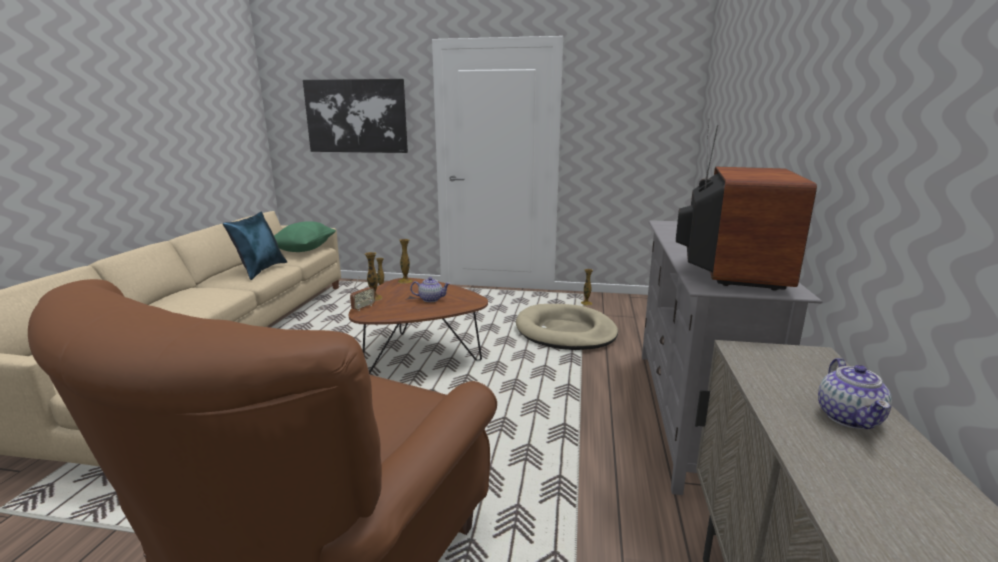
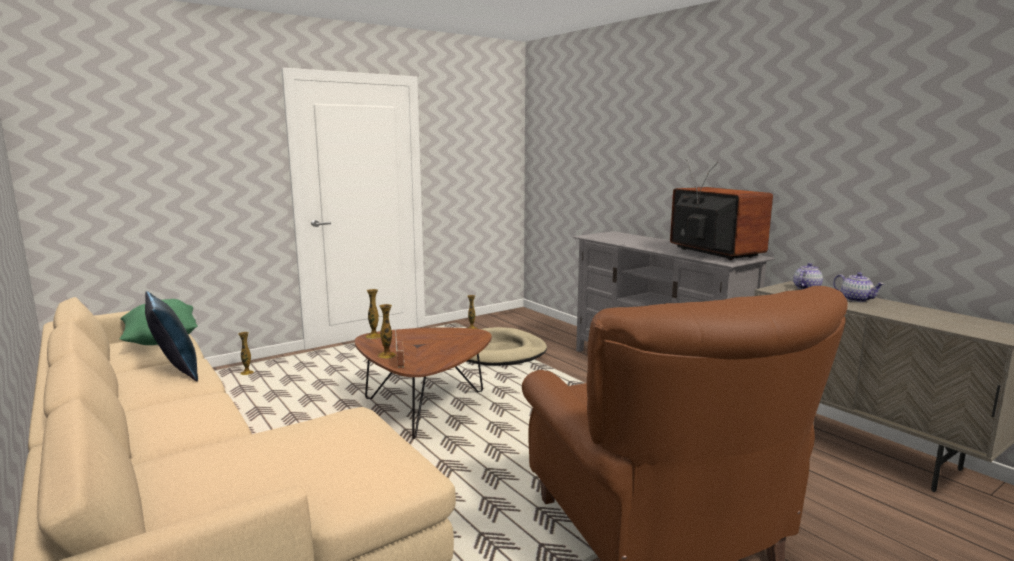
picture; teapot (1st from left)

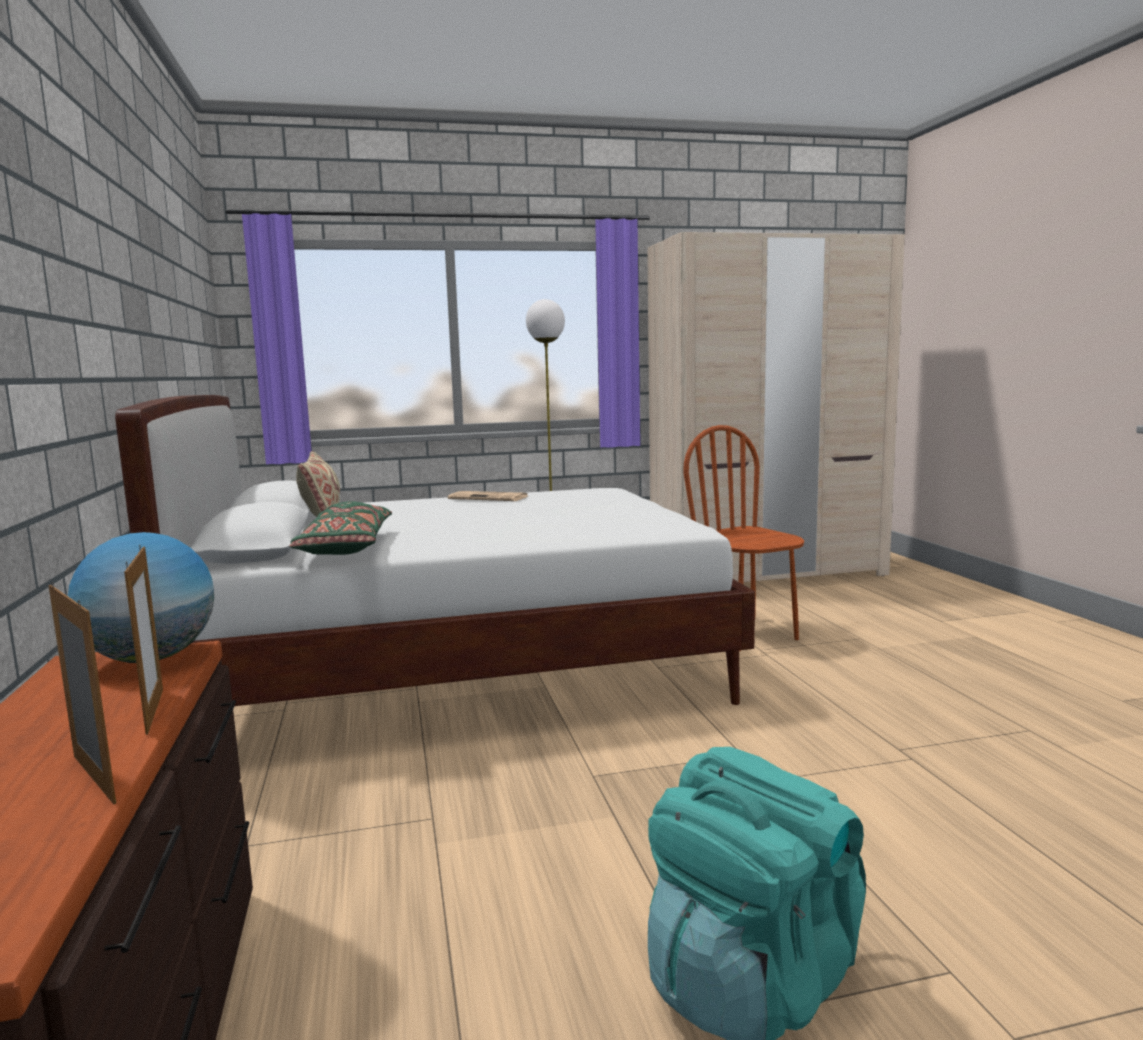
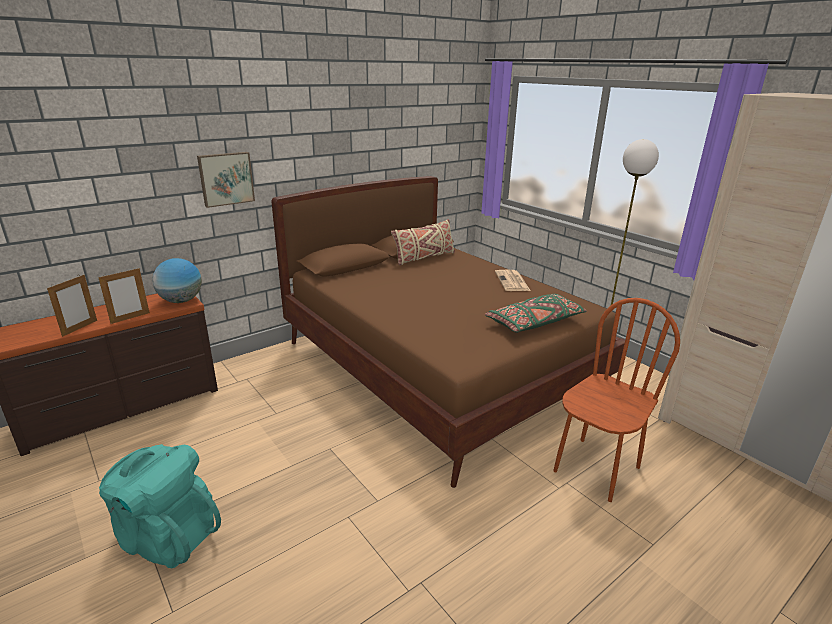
picture; green_pillow; brown_bed

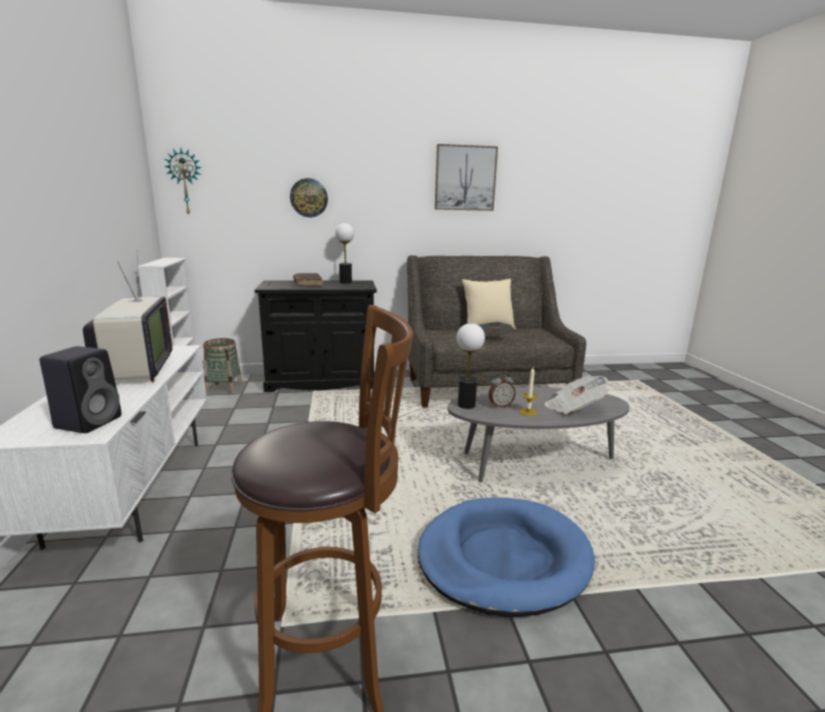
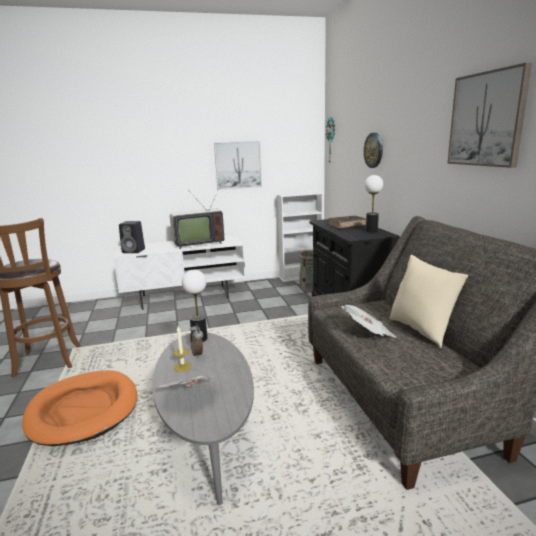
picture (1st from left); orange_dog_bed

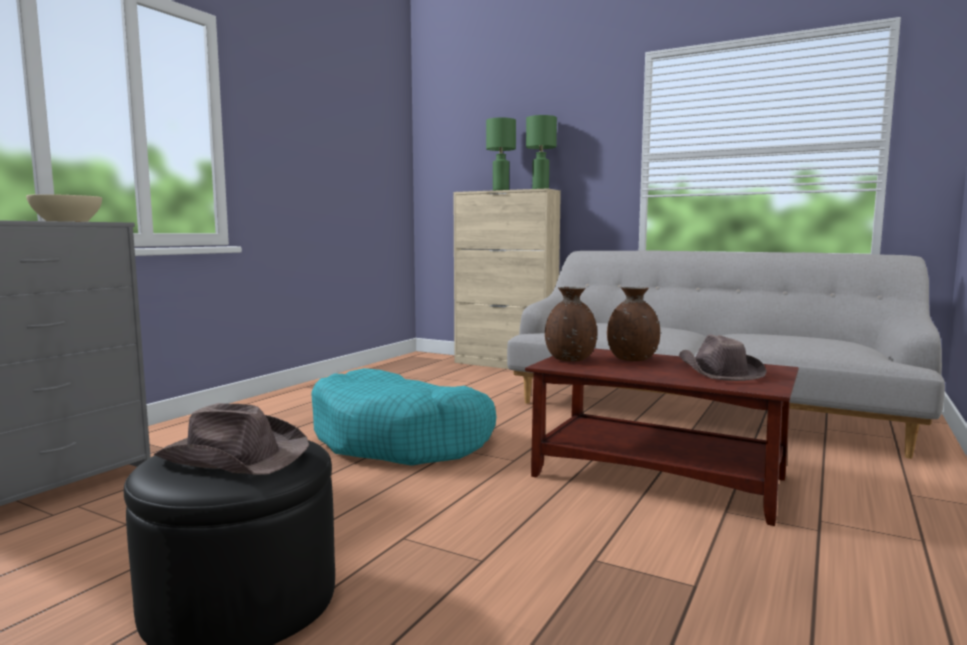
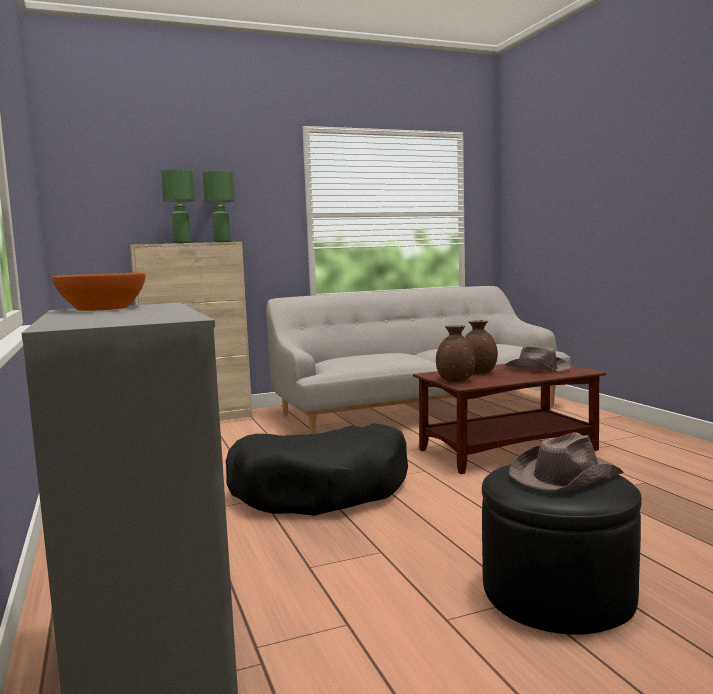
orange_bowl; black_dog_bed

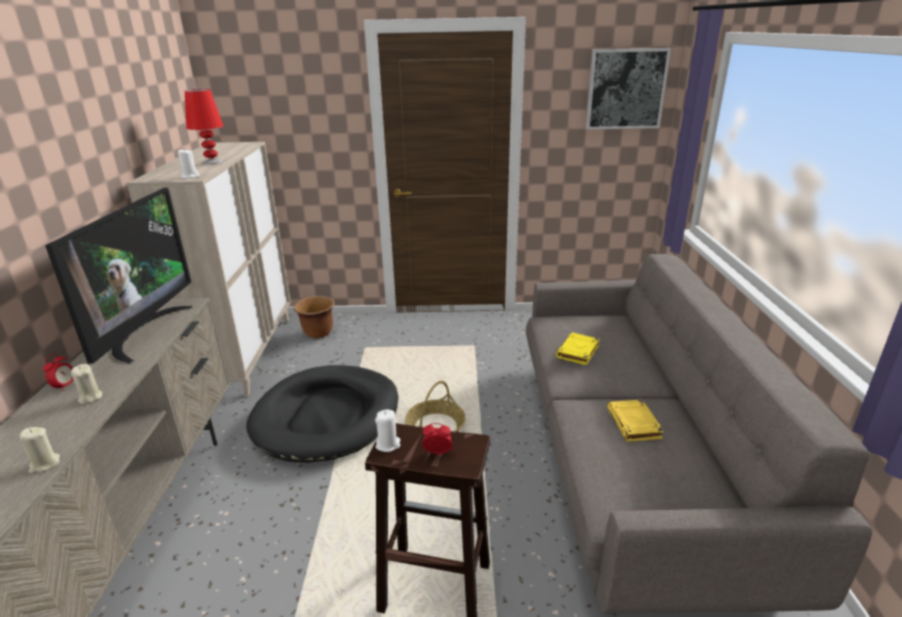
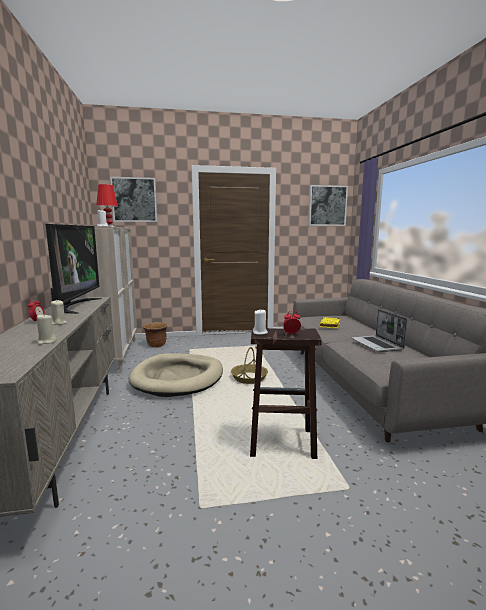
picture (1st from left); laptop; beige_dog_bed

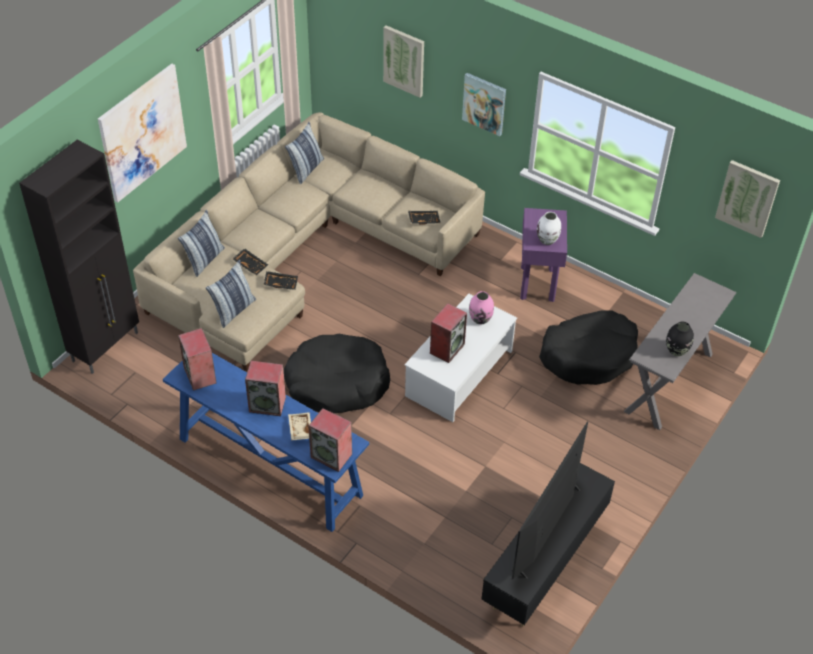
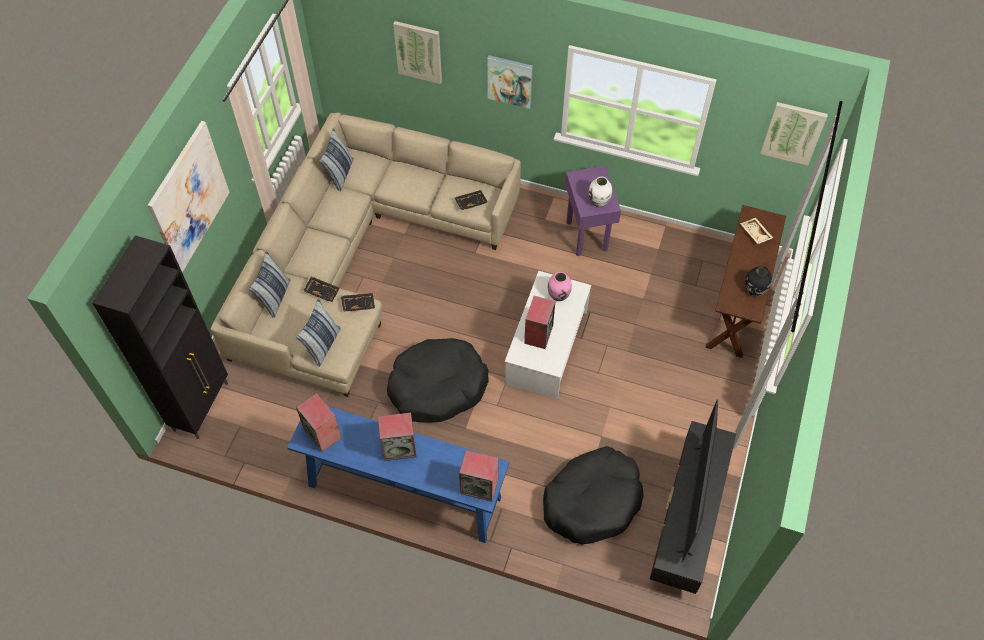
beige_tray; black_dog_bed (2nd from left); brown_console_table

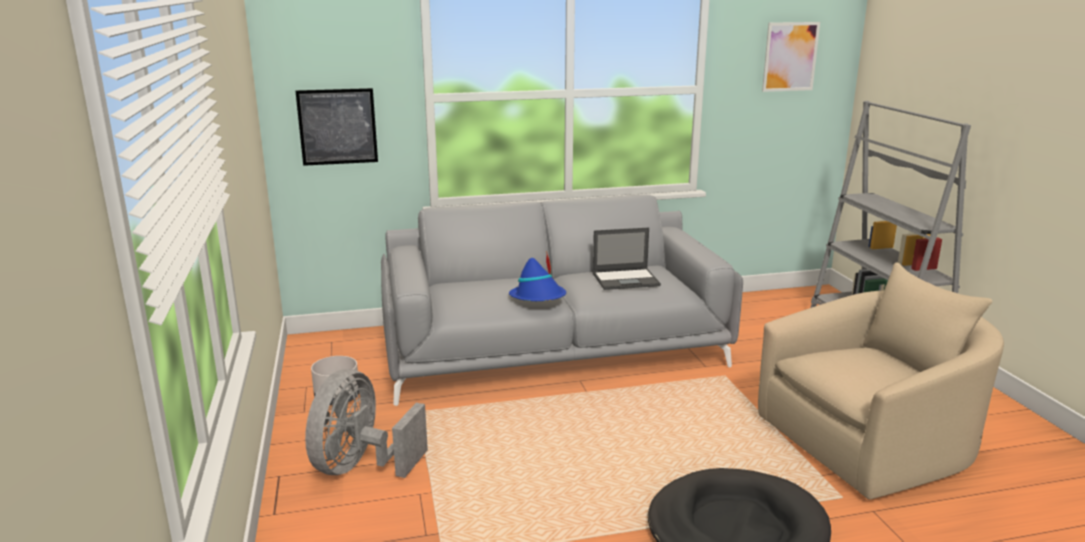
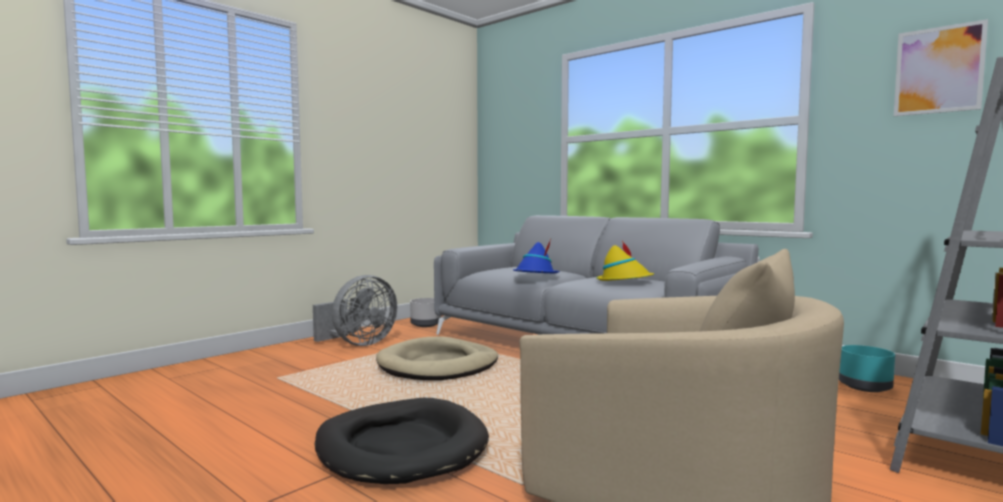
picture (1st from left in the first image); beige_dog_bed; turquoise_planter; yellow_hat; grey_fan

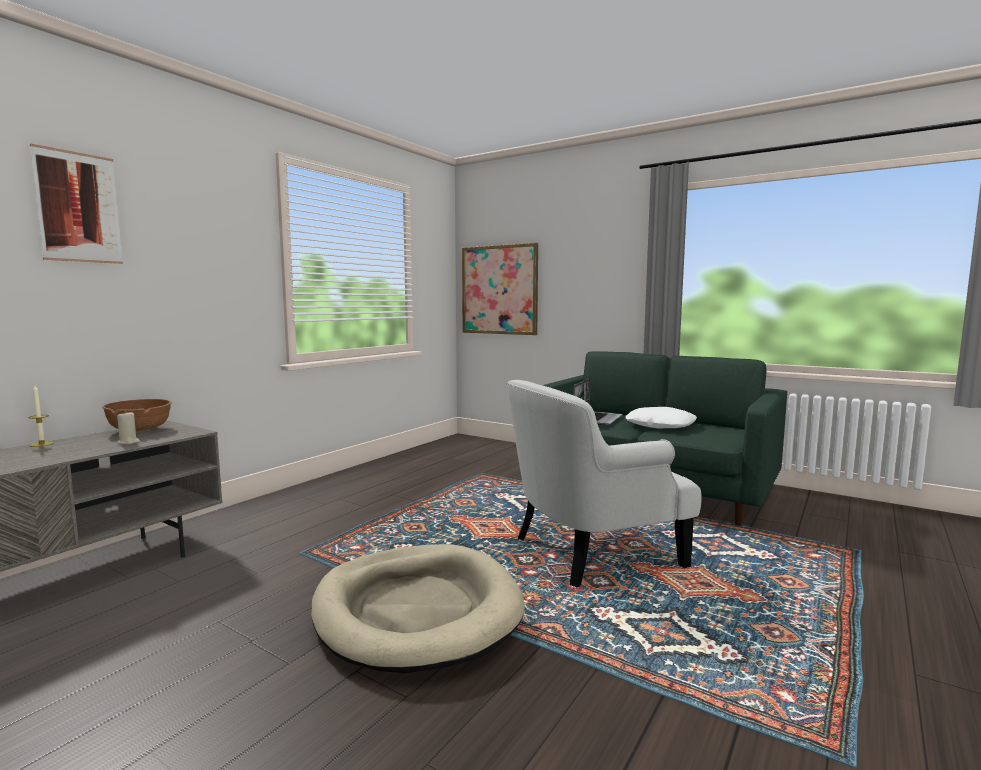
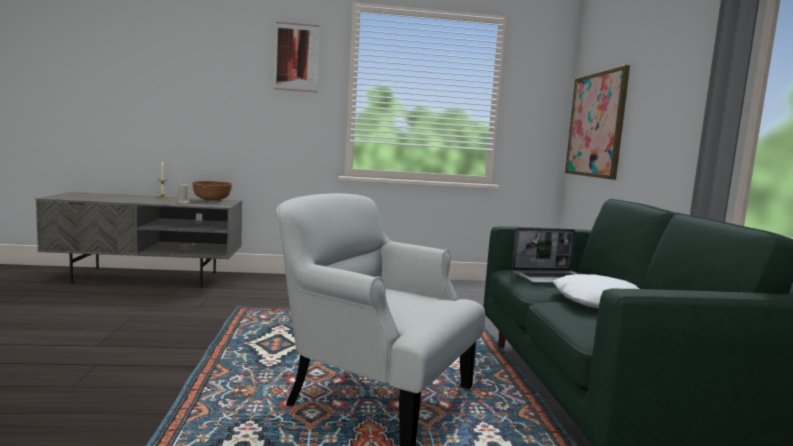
beige_dog_bed; picture (1st from left)

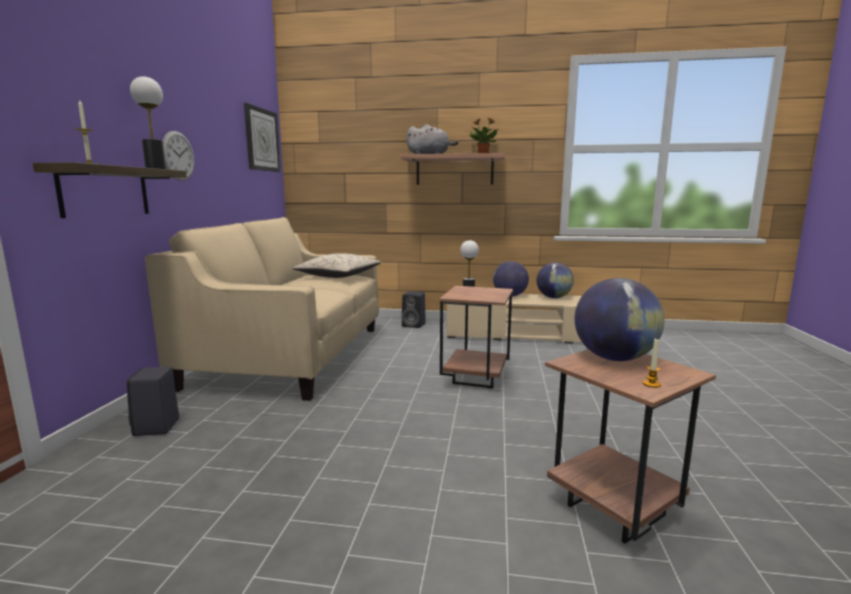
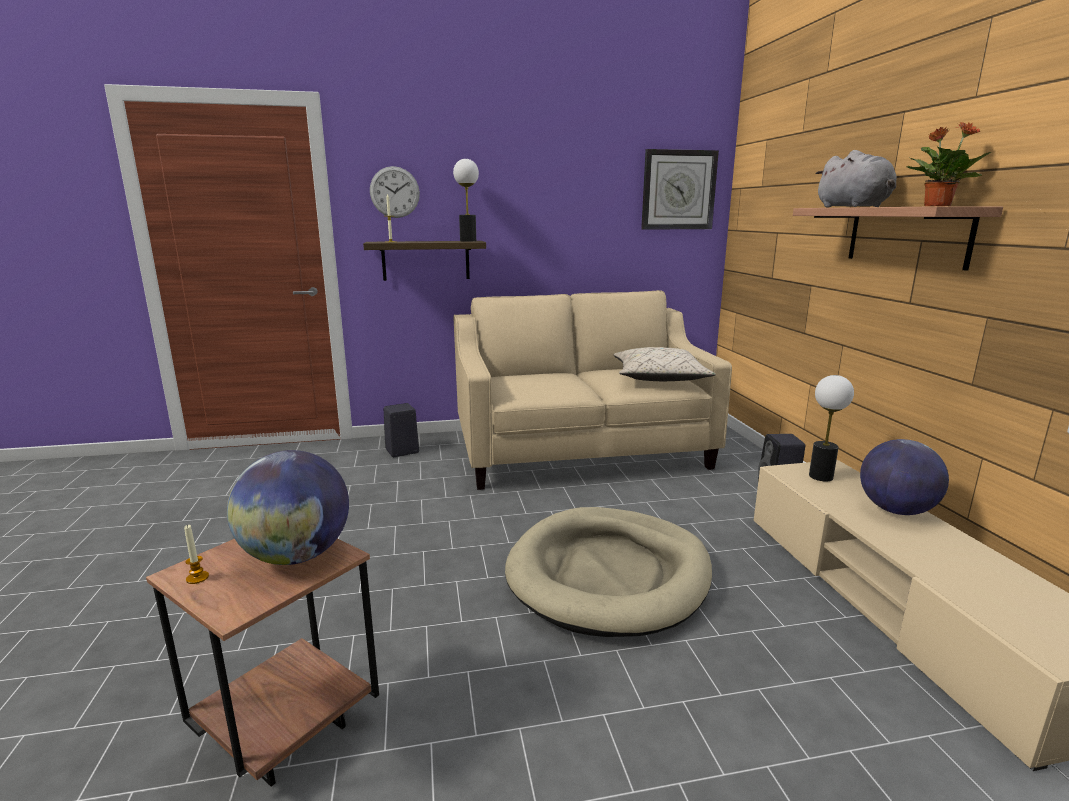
globe (2nd from left in the first image); wall_clock (1st from left); beige_dog_bed

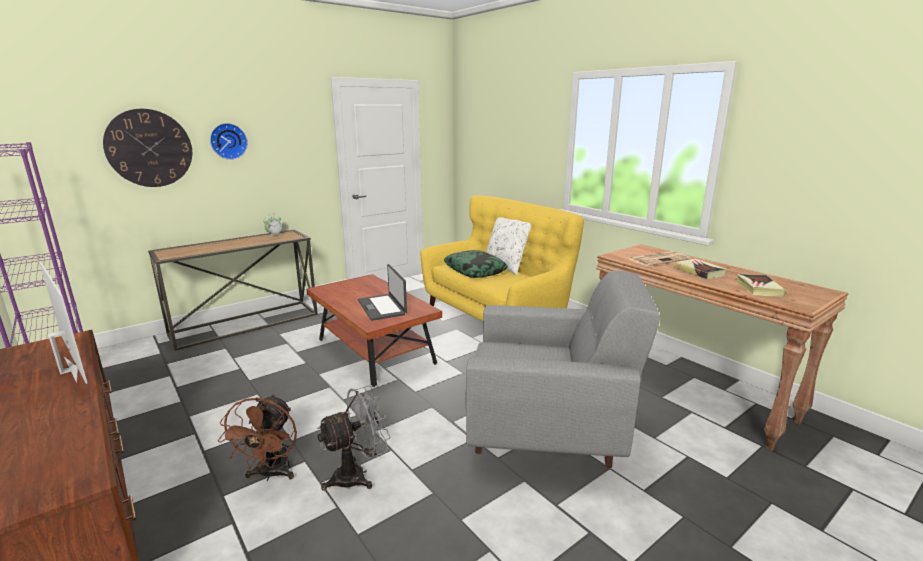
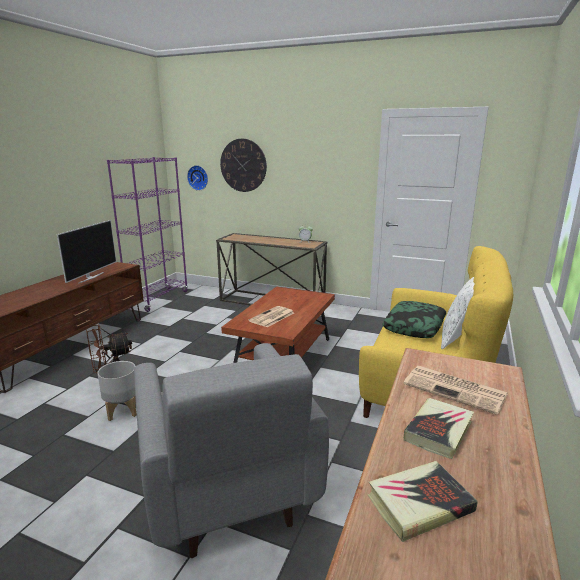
wall_clock (1st from left); grey_planter; newspaper (1st from left)

